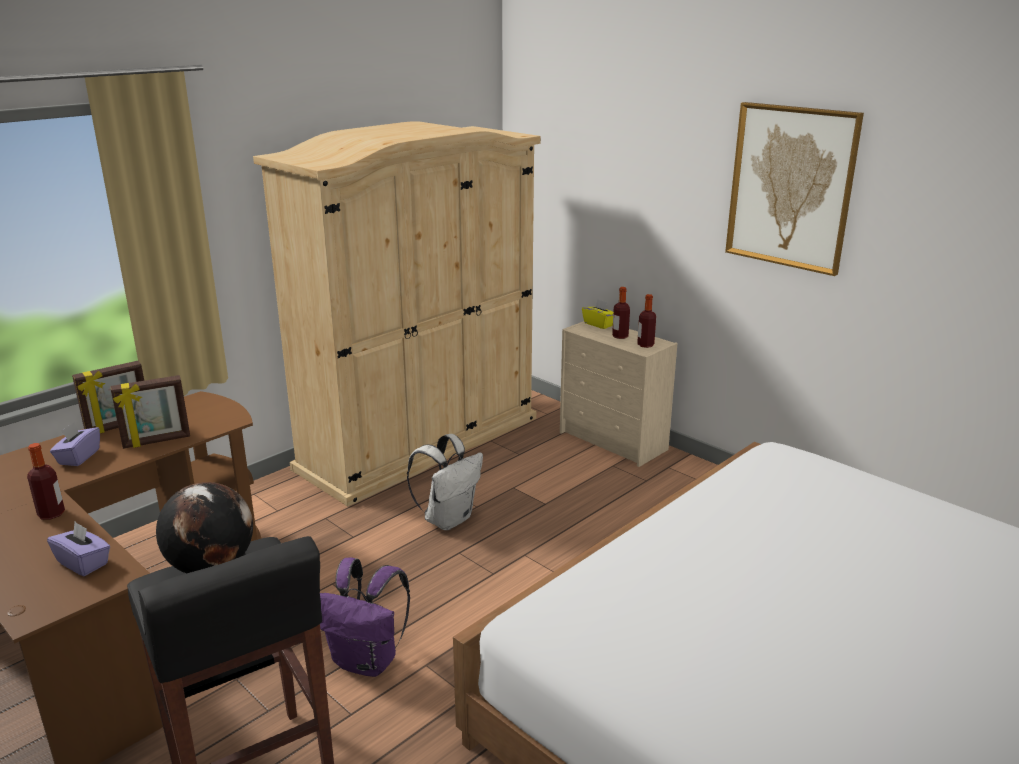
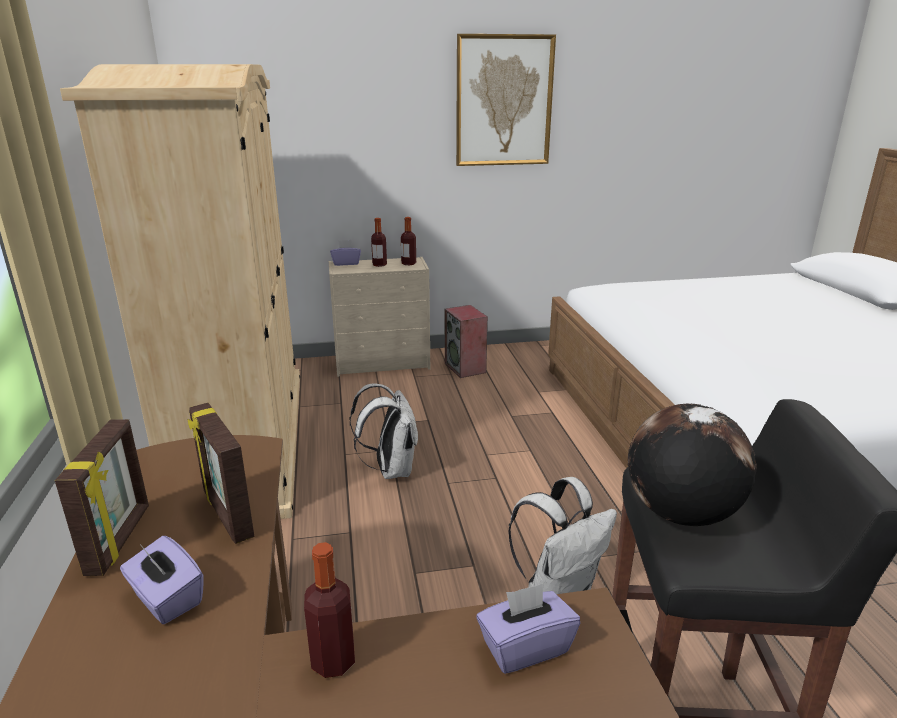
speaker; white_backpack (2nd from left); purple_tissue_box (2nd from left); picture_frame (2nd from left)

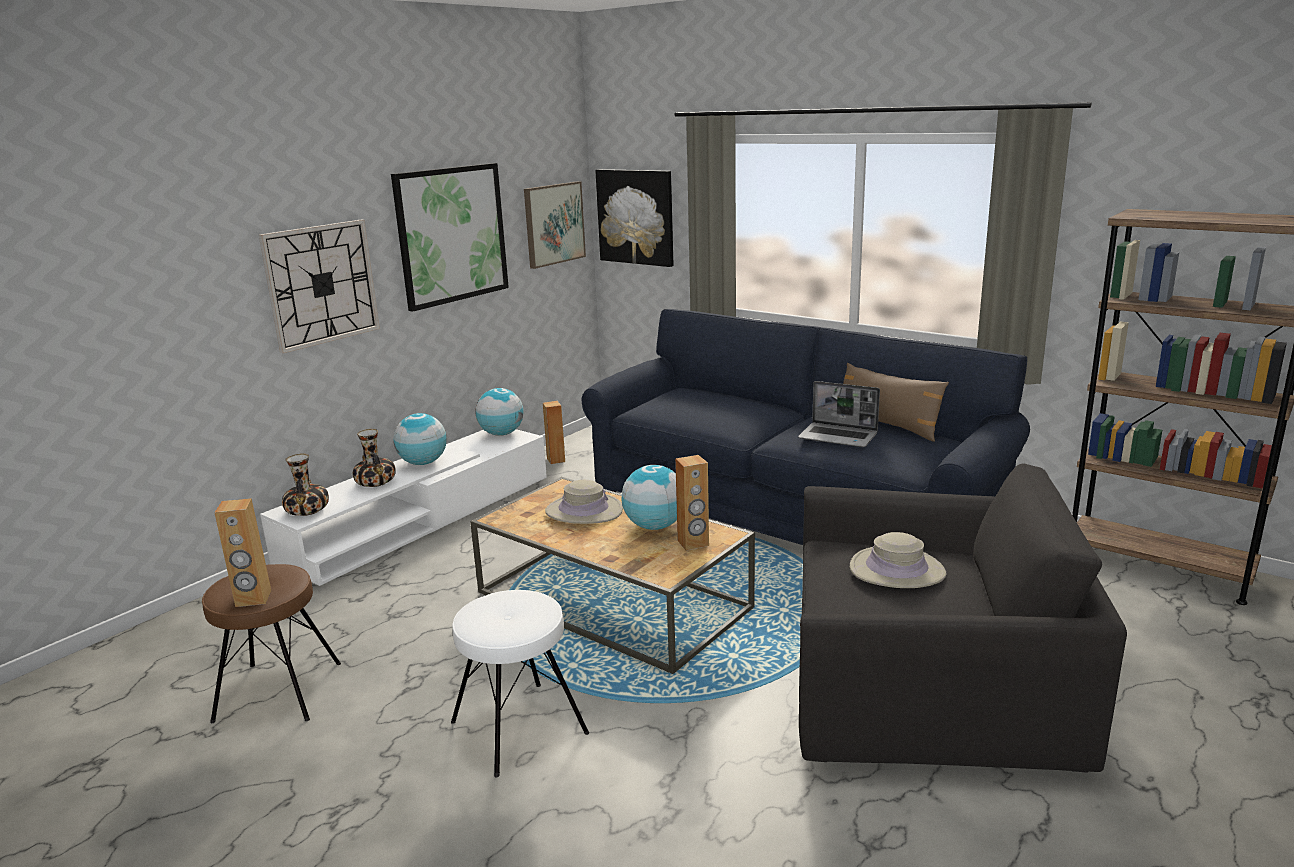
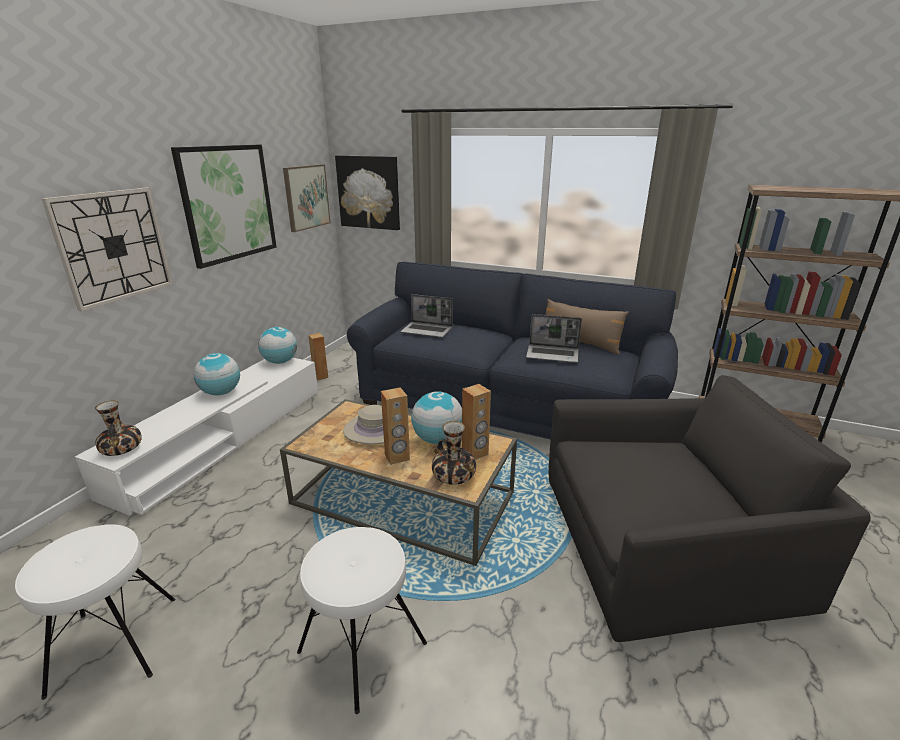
beige_hat (2nd from left in the first image); laptop (1st from left); brown_speaker (2nd from left); vase (2nd from left); white_stool (1st from left)

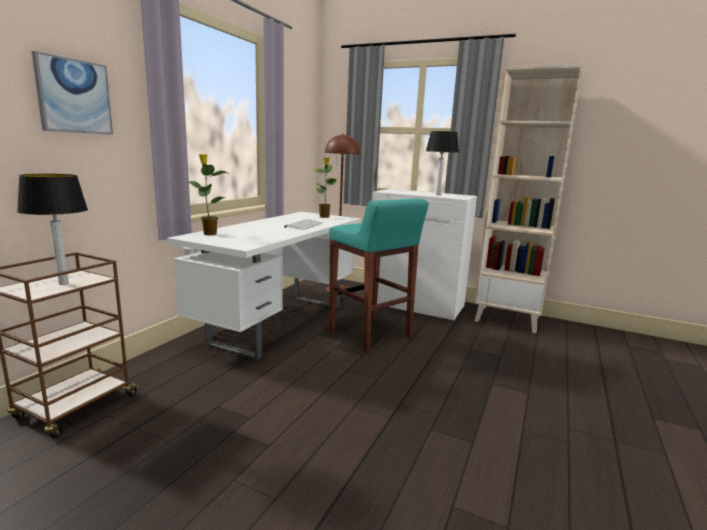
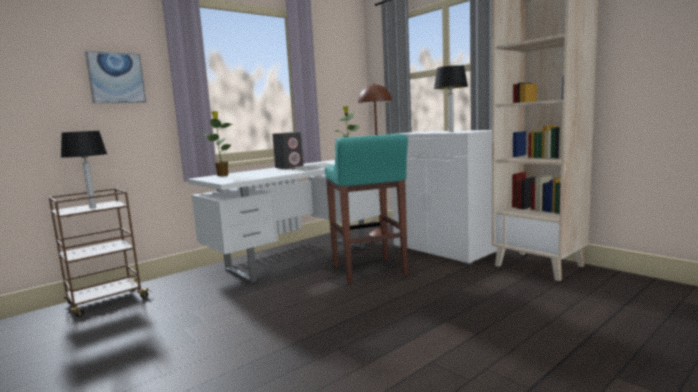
grey_speaker

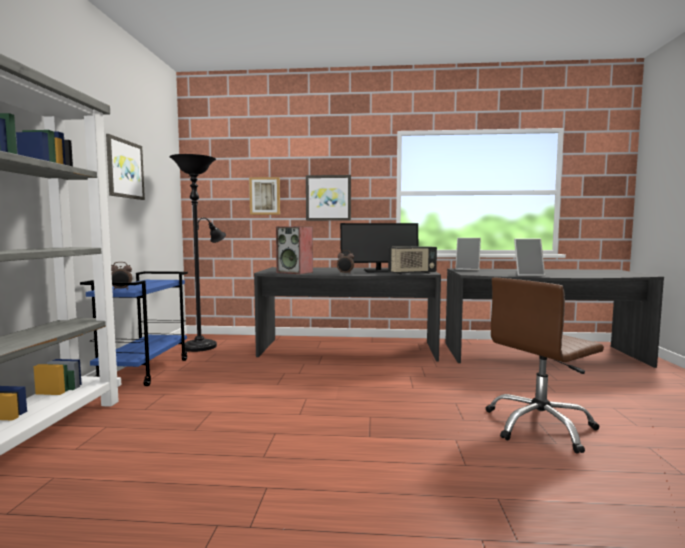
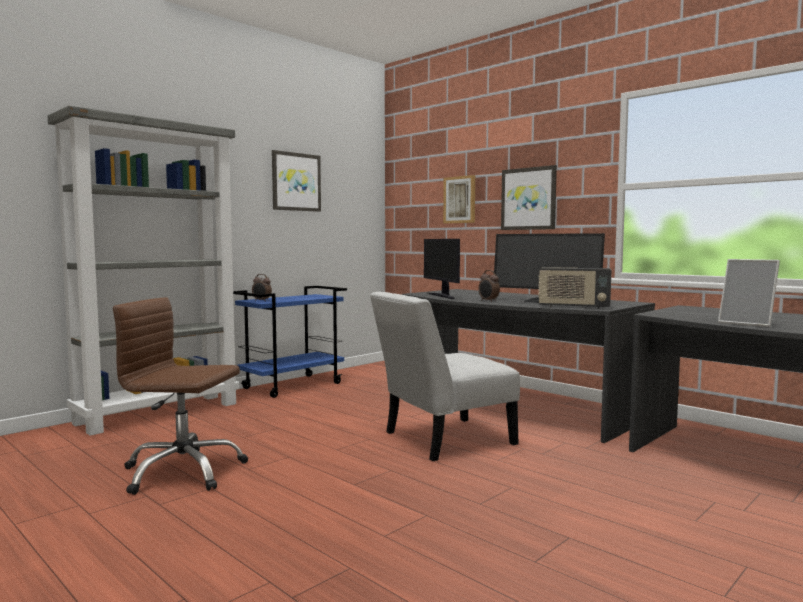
black_floor_lamp; picture_frame (1st from left in the first image); white_chair; brown_office_chair; monitor (1st from left)

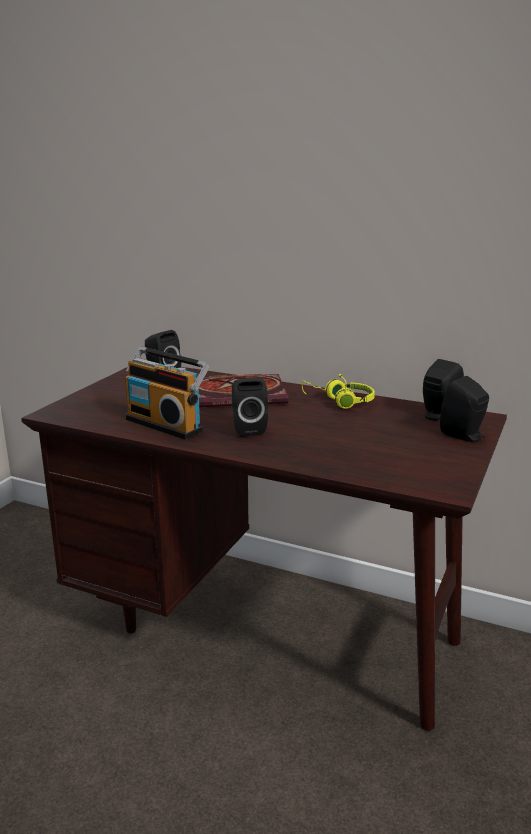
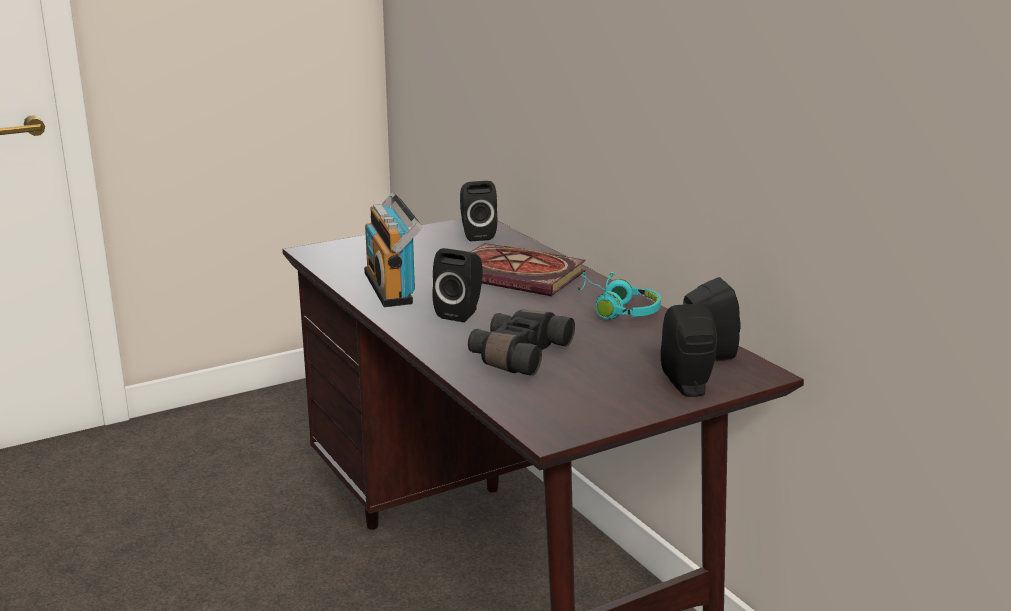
black_binoculars; turquoise_headphones

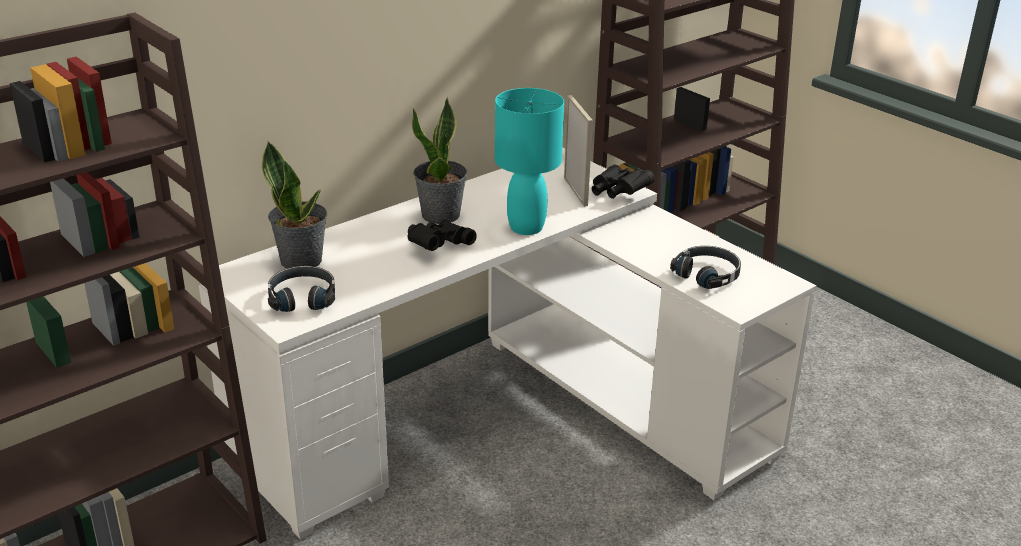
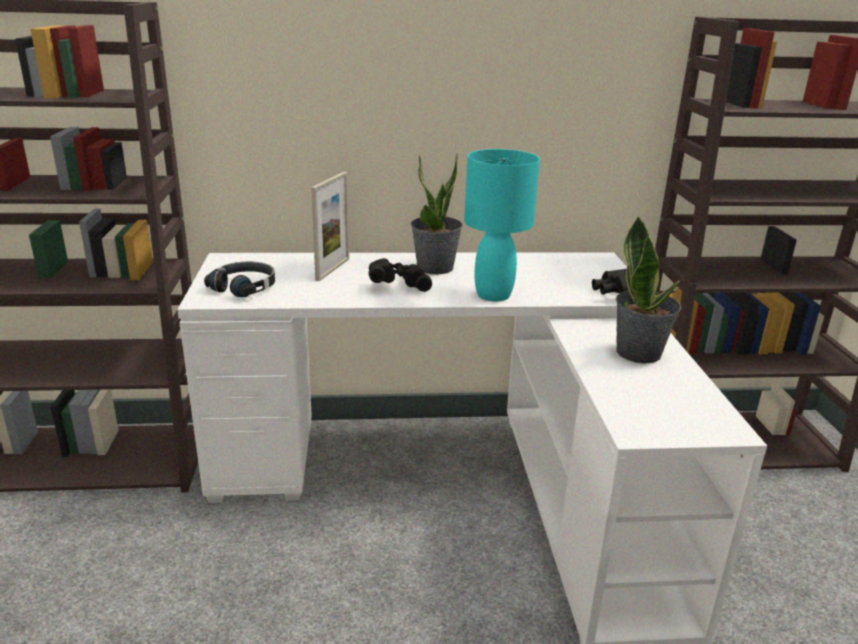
black_headphones (2nd from left in the first image); potted_plant (2nd from left); picture_frame

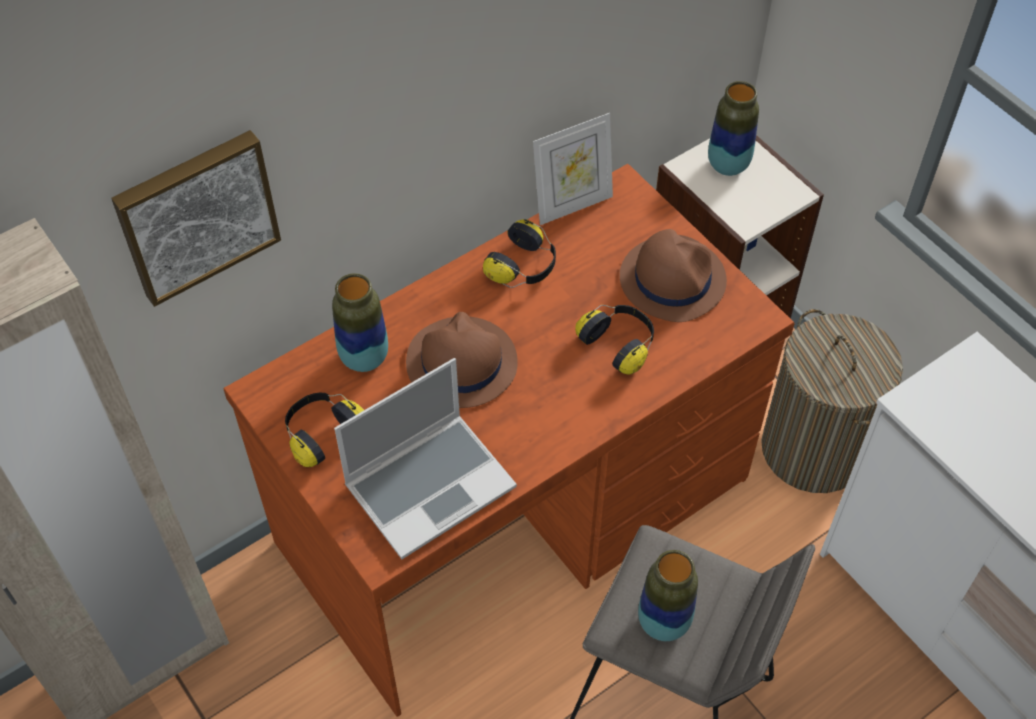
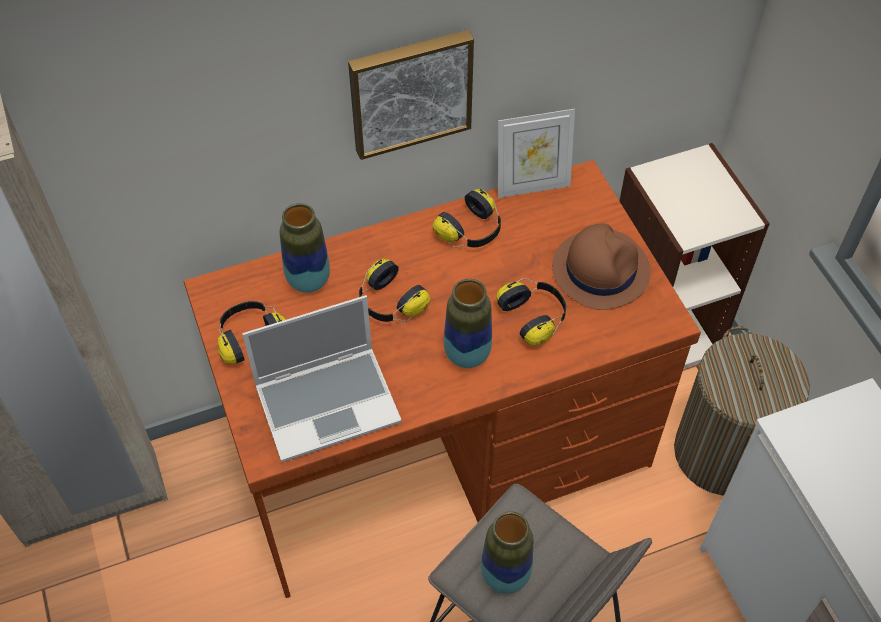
picture; vase (2nd from left); headphones (2nd from left)

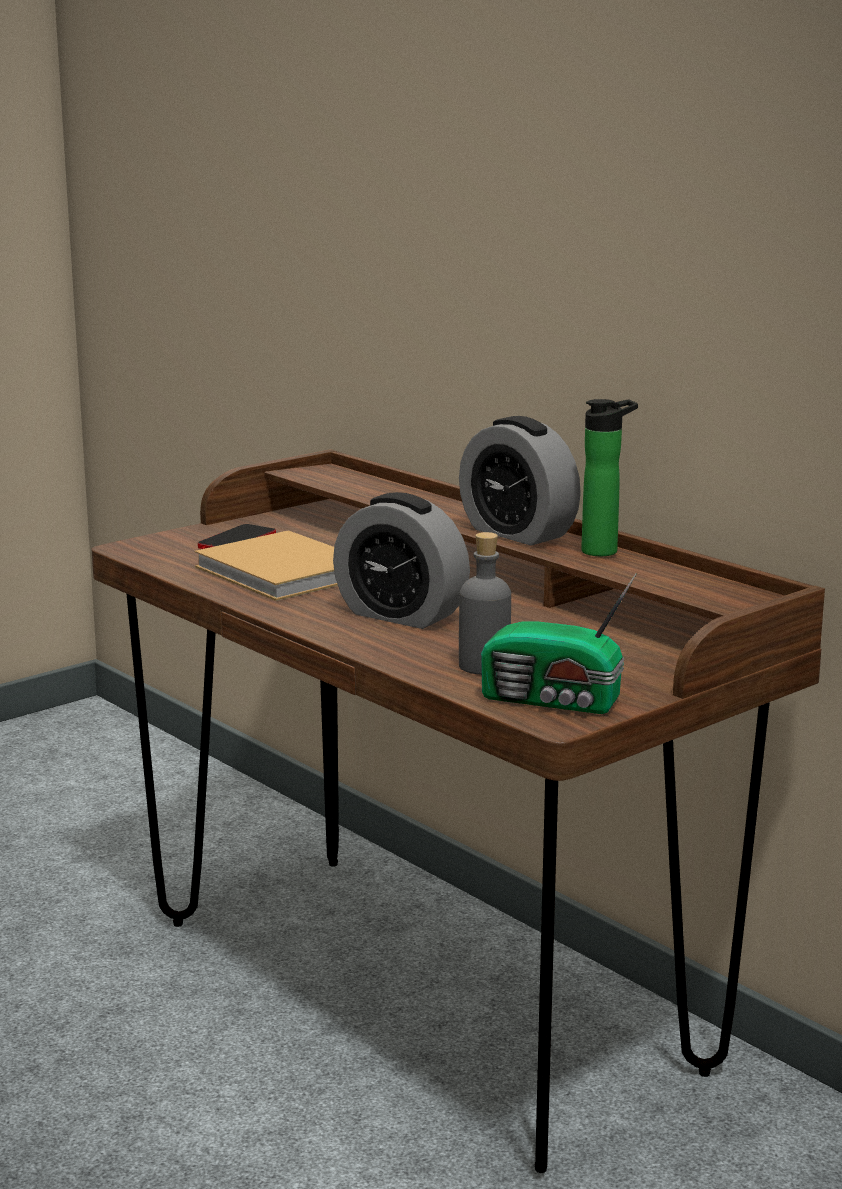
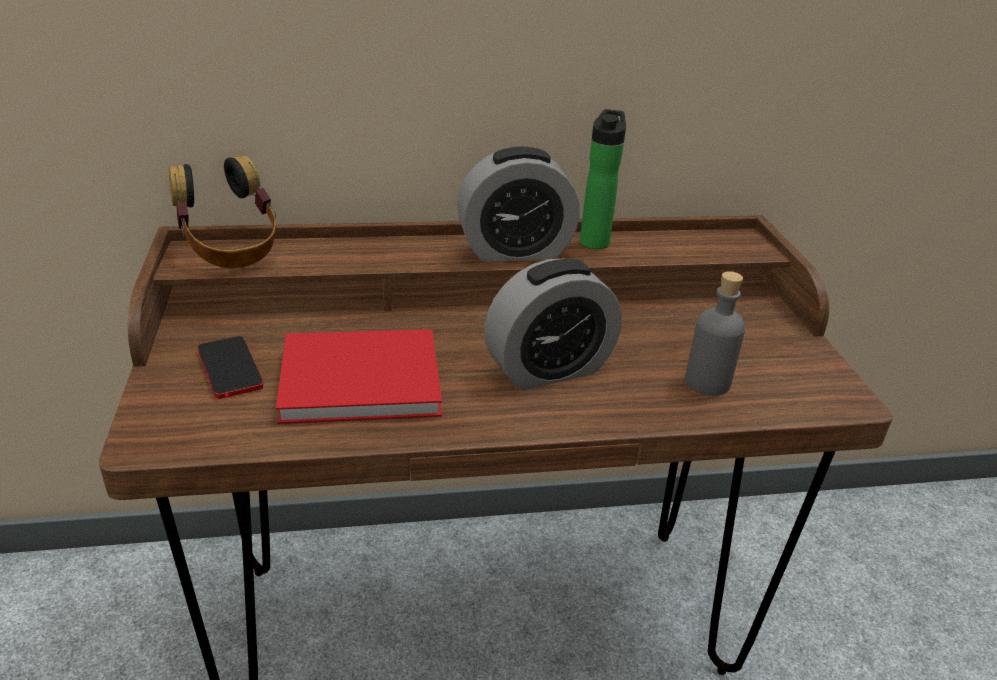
radio; headphones; red_book

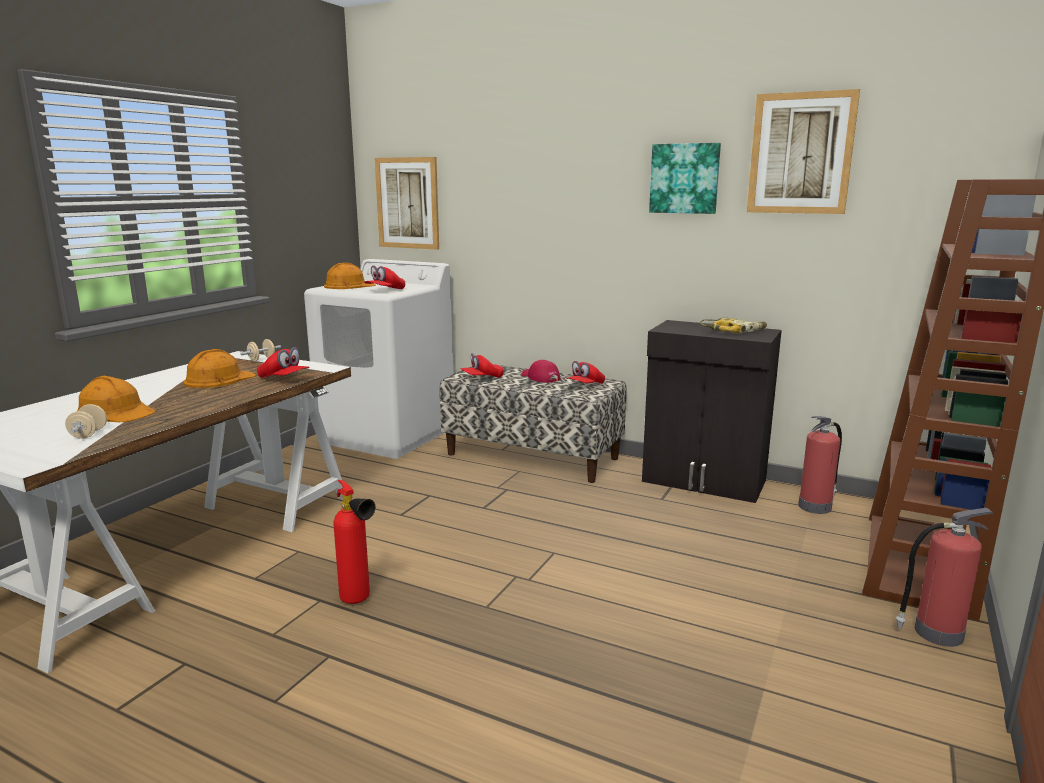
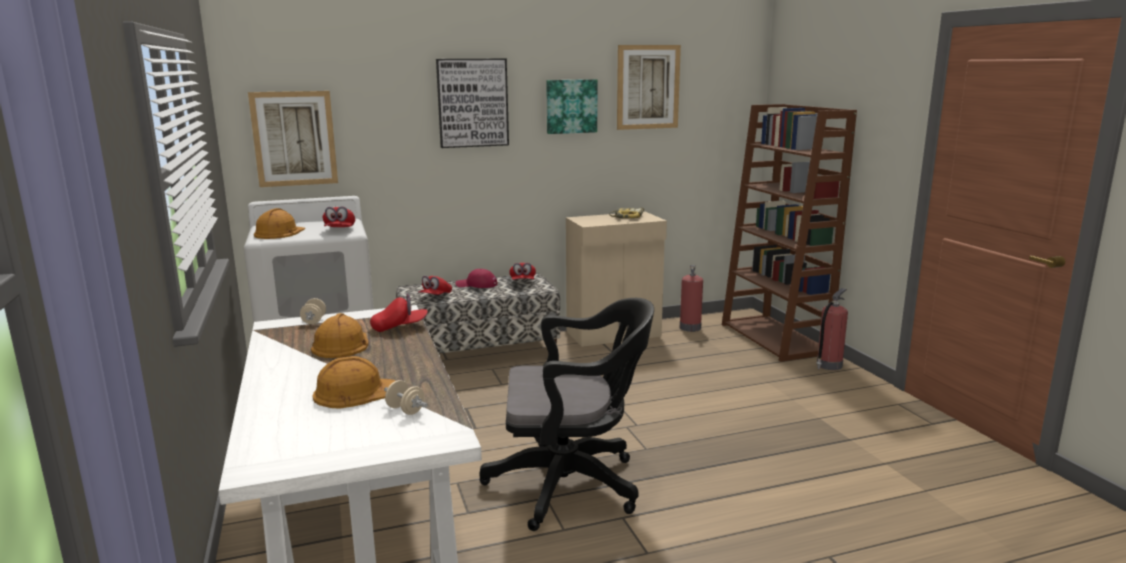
picture (2nd from left); black_office_chair; beige_cabinet

